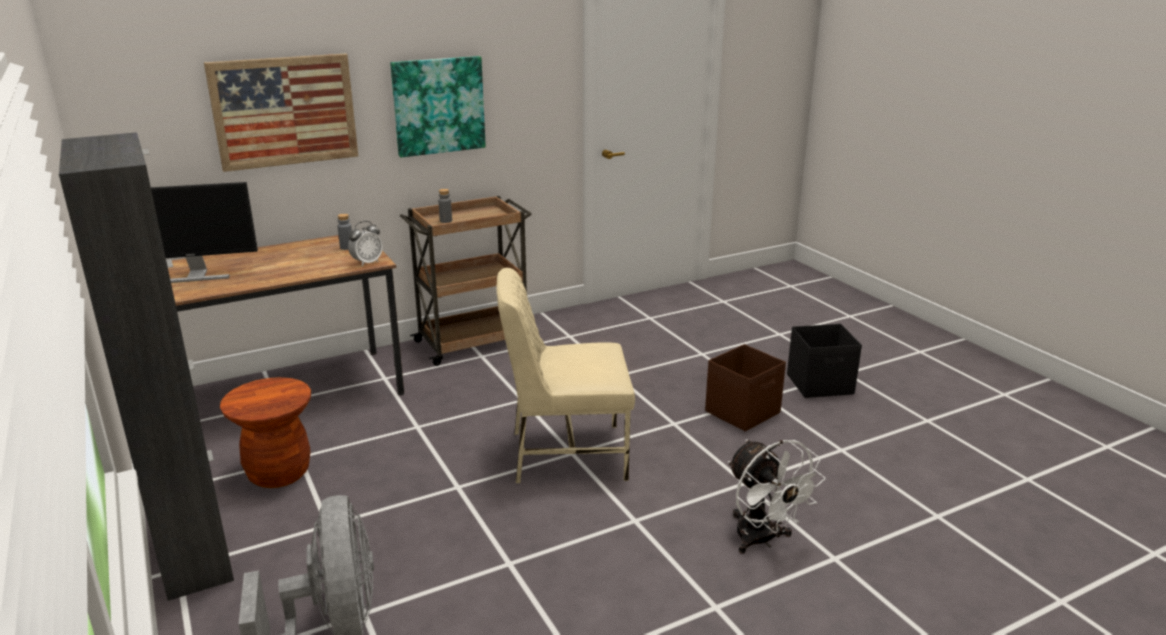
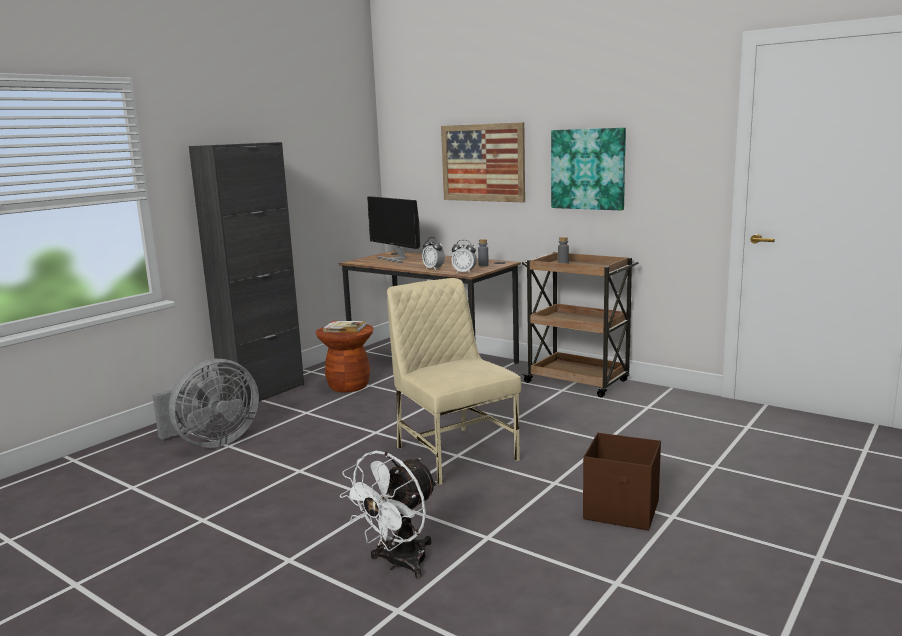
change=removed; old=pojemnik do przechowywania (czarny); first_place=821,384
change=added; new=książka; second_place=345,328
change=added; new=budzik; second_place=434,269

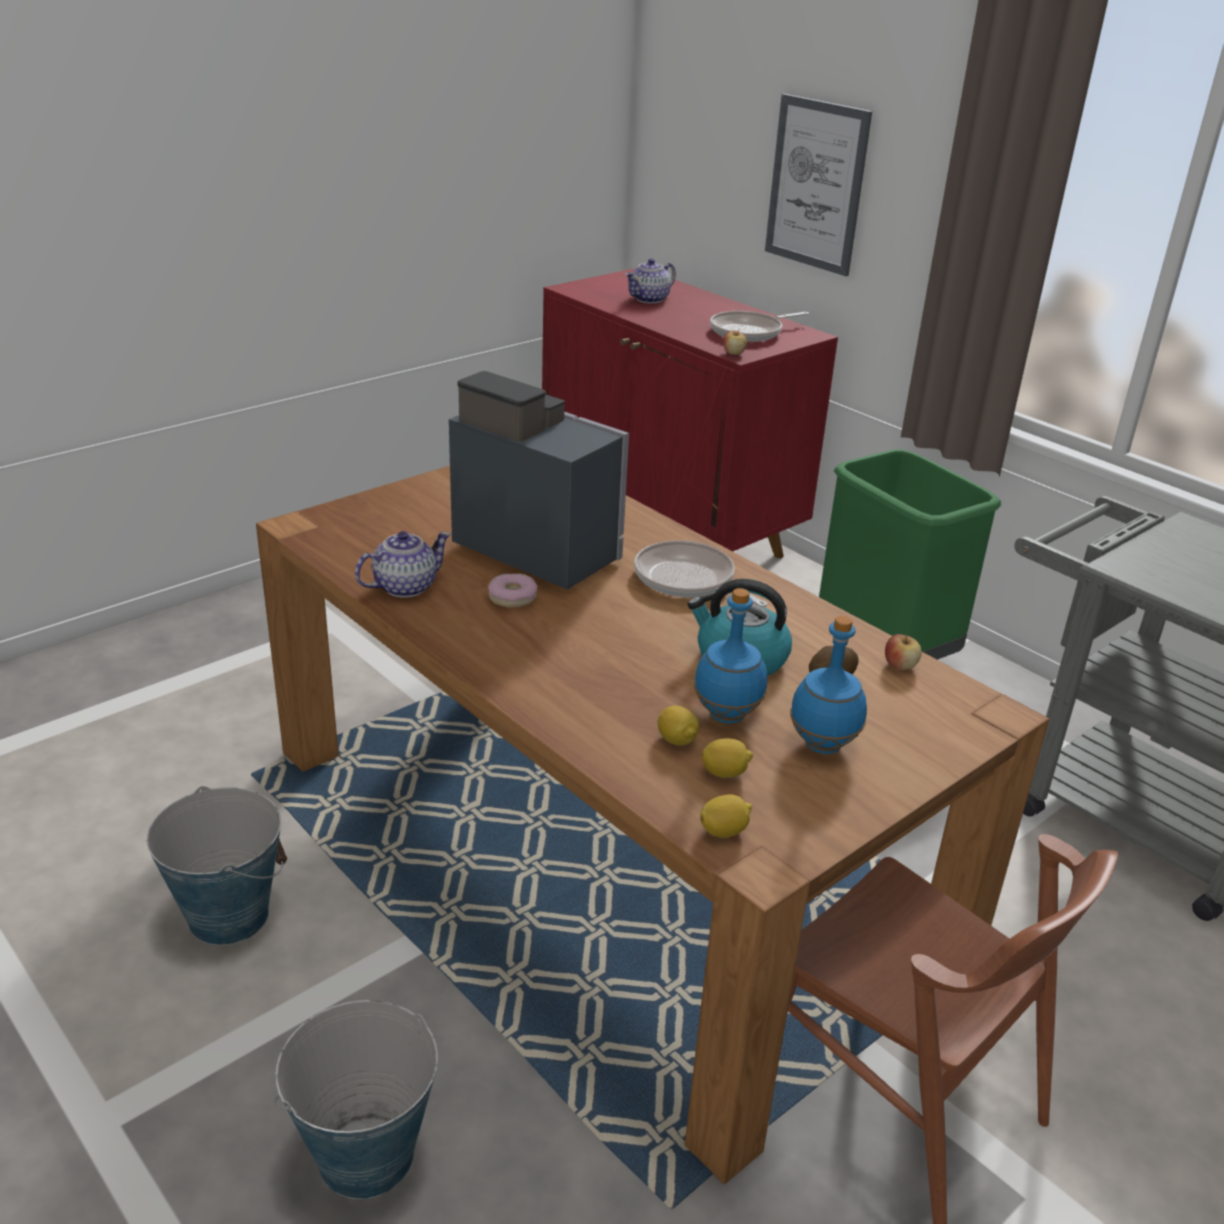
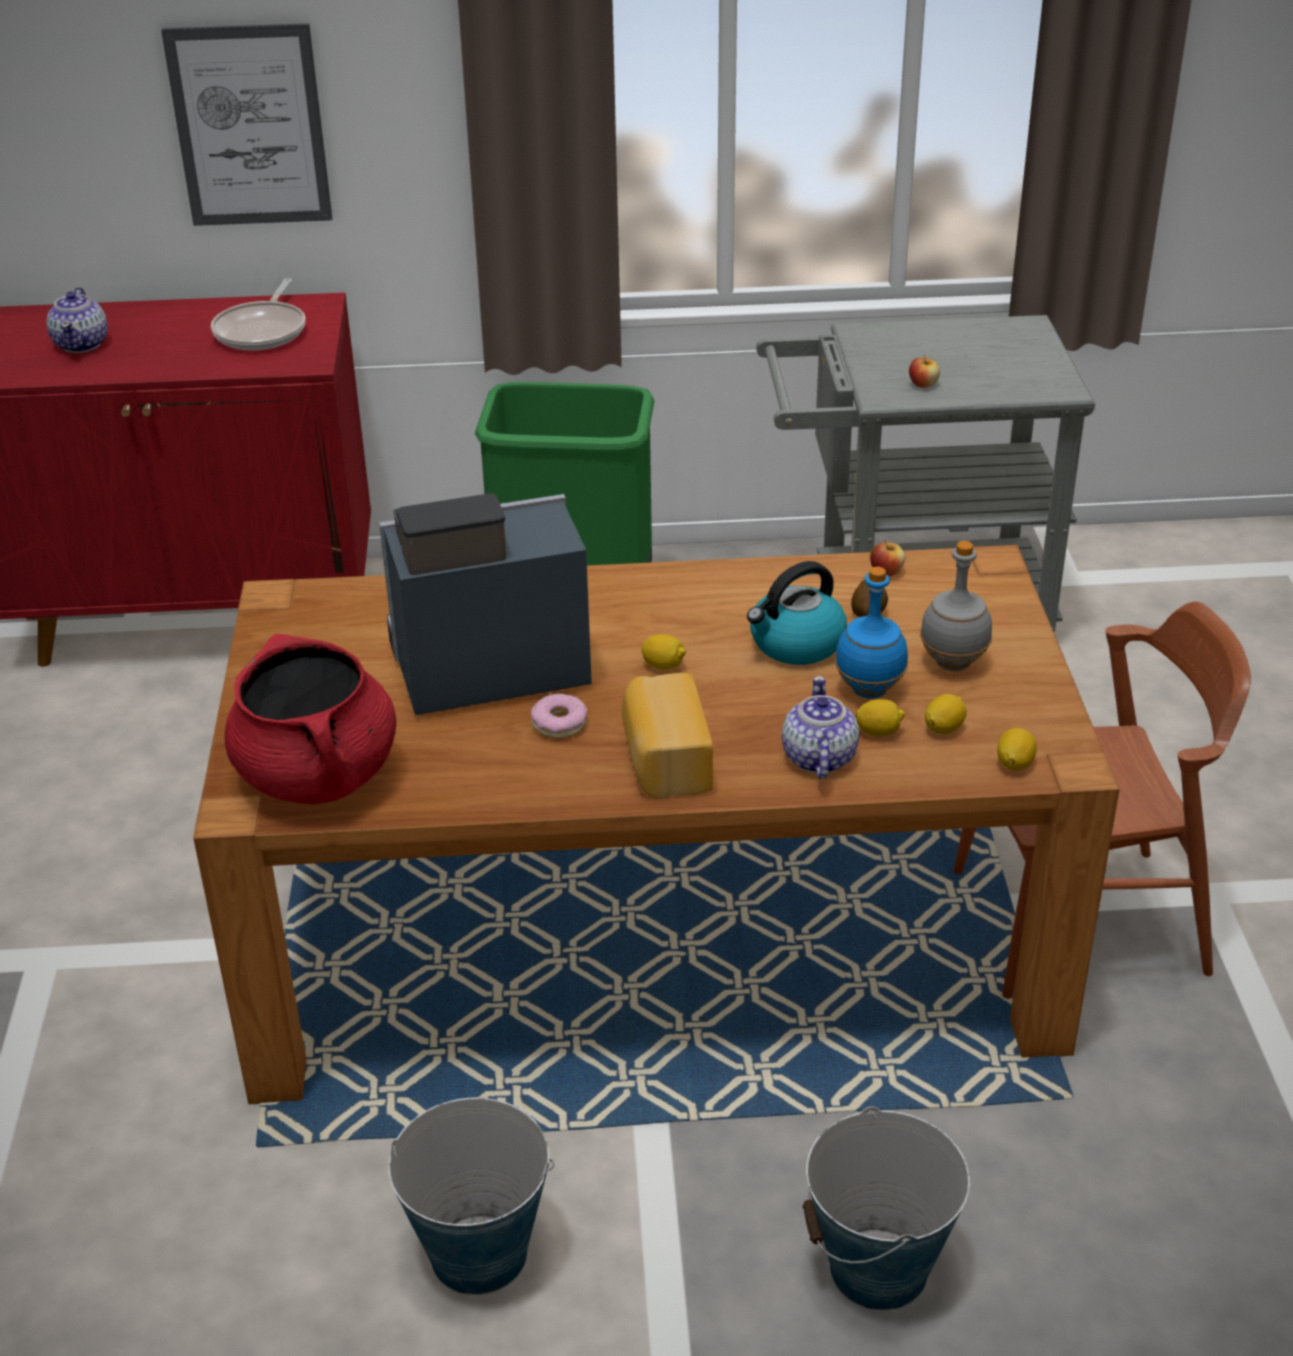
change=removed; old=patelnia; first_place=688,581
change=added; new=garnek (czerwony); second_place=318,775
change=added; new=chleb; second_place=665,760
change=added; new=cytryna; second_place=663,666
change=moved; old=imbryk; first_place=404,587; second_place=818,758
change=moved; old=jabłko; first_place=733,353; second_place=923,384
change=recoloured; old=butelka (niebieski); new=butelka (szary); first_place=824,745; second_place=954,663

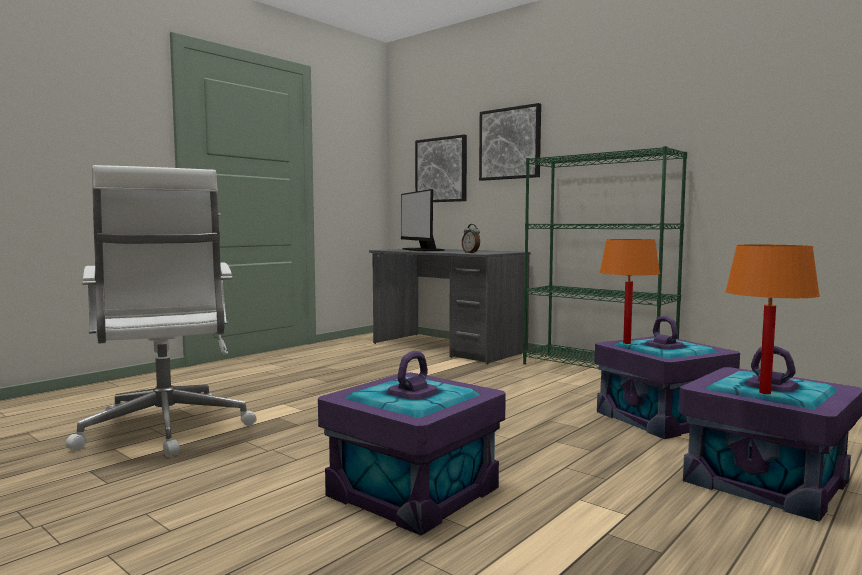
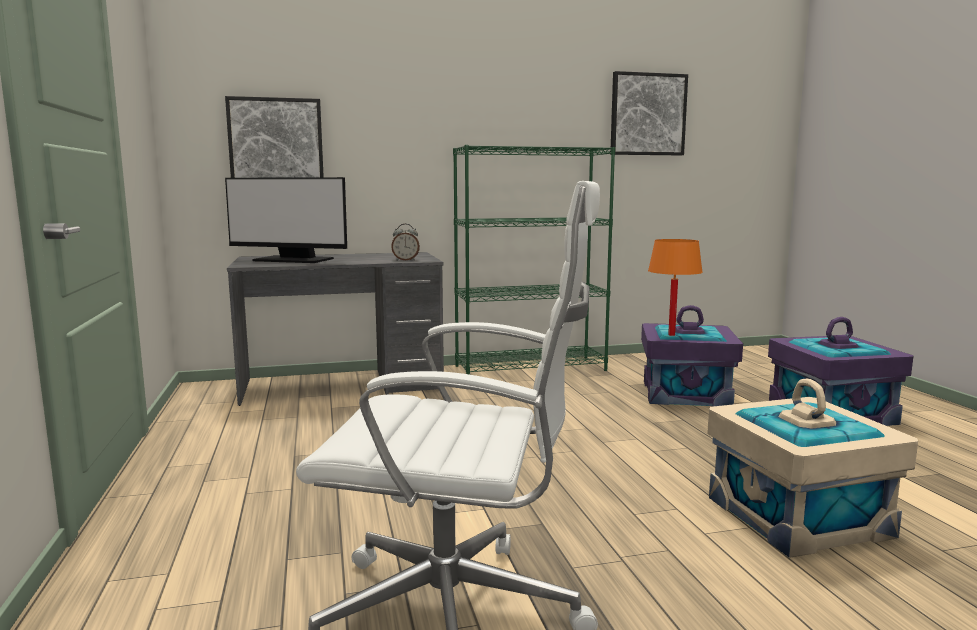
change=removed; old=lampa stołowa (pomarańczowy); first_place=764,393
change=moved; old=obraz; first_place=510,143; second_place=647,114
change=recoloured; old=pojemnik do przechowywania (fioletowy); new=pojemnik do przechowywania (beżowy); first_place=414,492; second_place=799,516

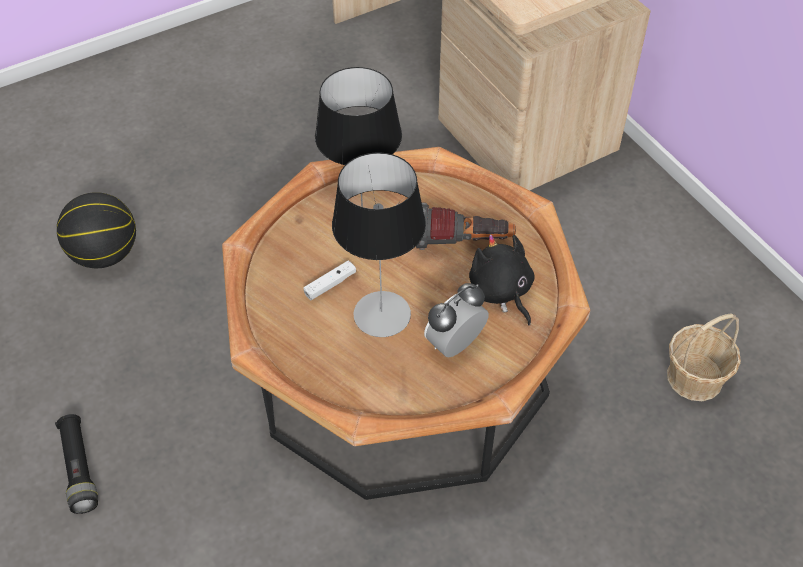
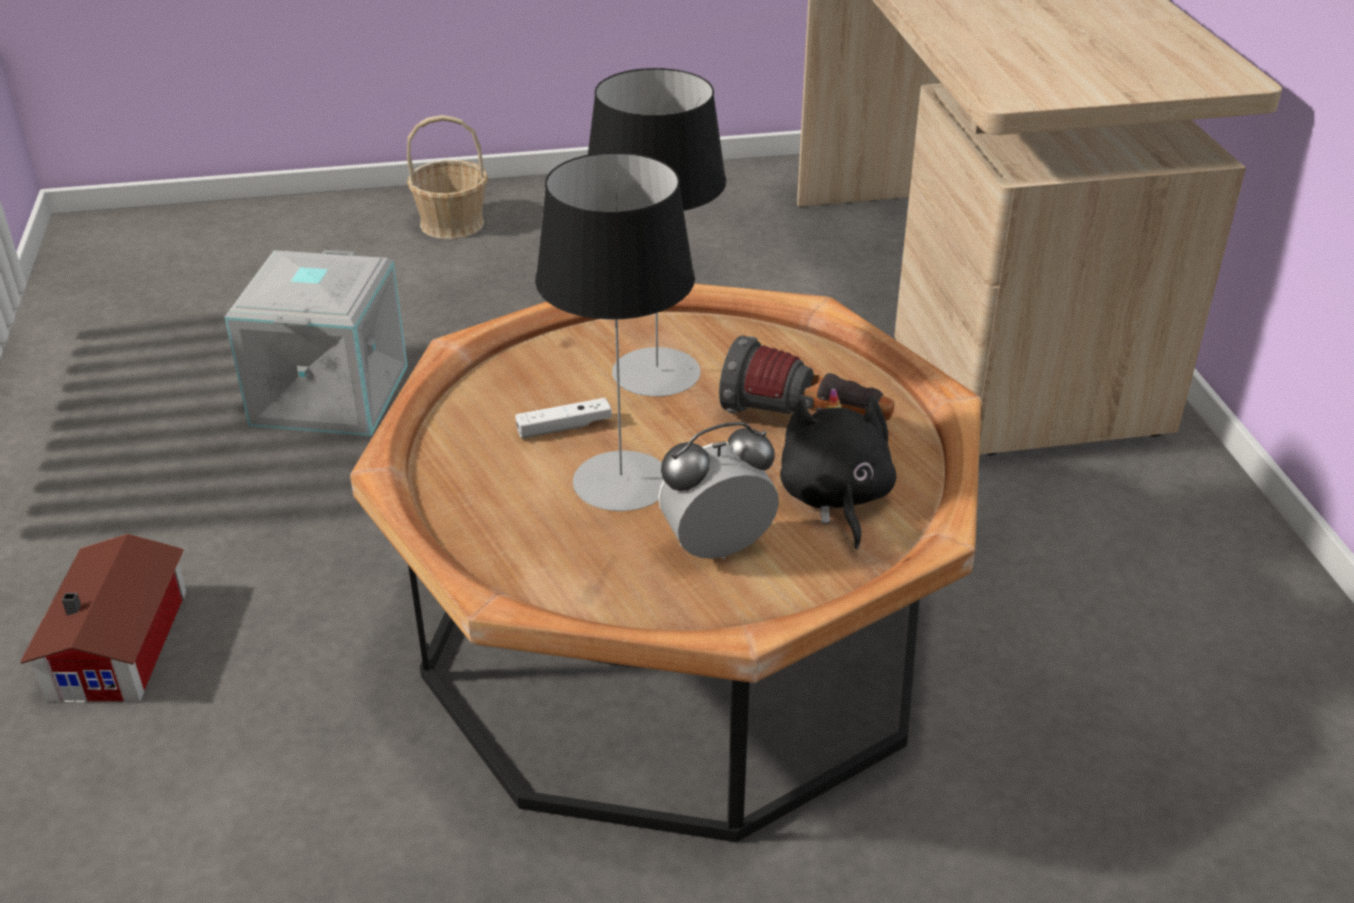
change=moved; old=koszyk; first_place=695,377; second_place=452,224
change=replaced; old=latarka (czarny); new=domek; first_place=79,469; second_place=124,641
change=replaced; old=piłka do koszykówki; new=pojemnik do przechowywania (szary); first_place=105,254; second_place=327,394

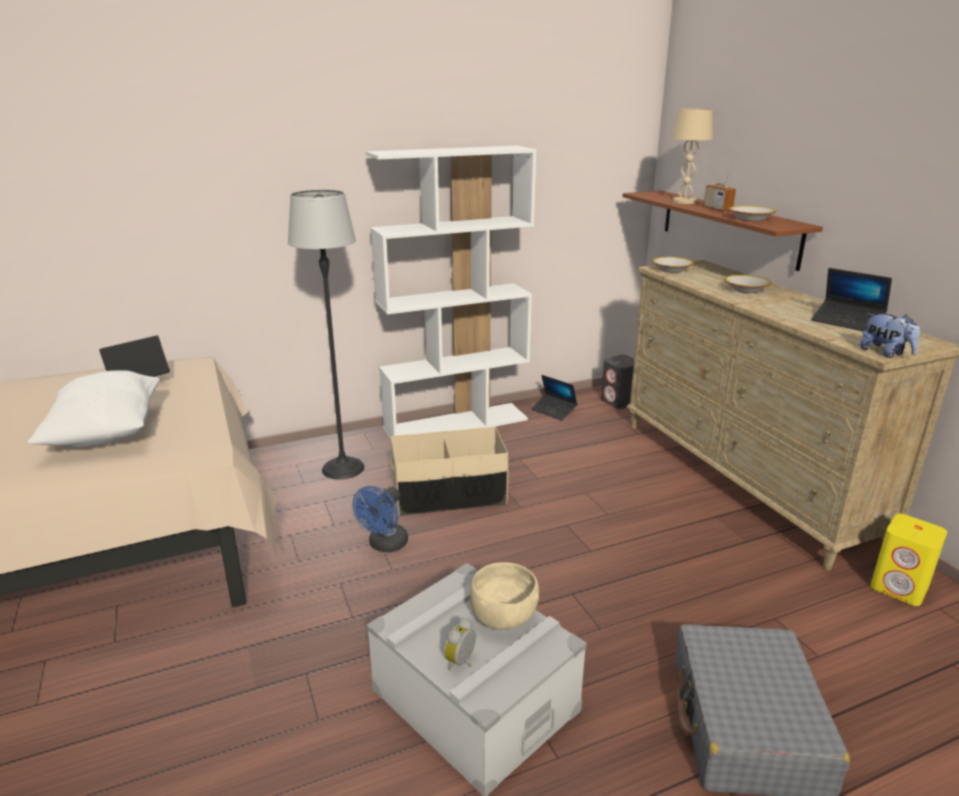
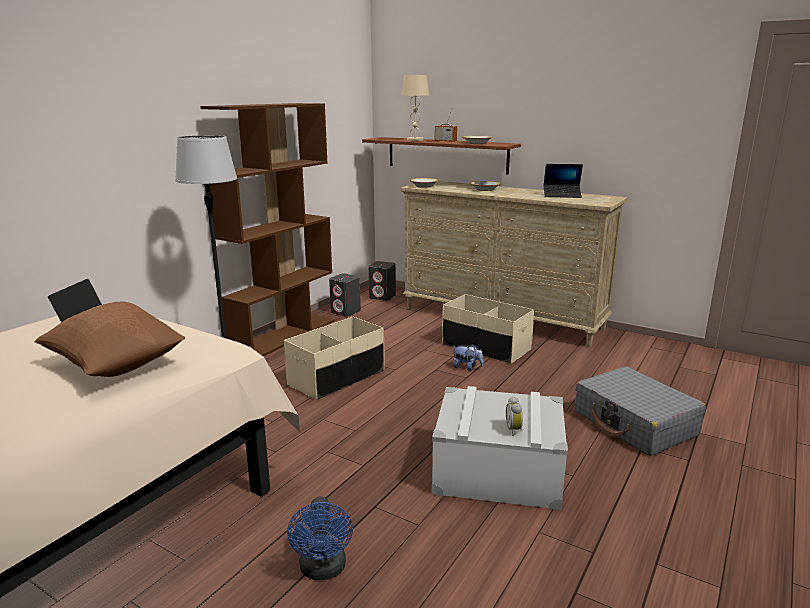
change=removed; old=miska (beżowy); first_place=503,617
change=removed; old=głośnik (żółty); first_place=899,587
change=added; new=pojemnik do przechowywania (beżowy); second_place=485,347
change=moved; old=wentylator (niebieski); first_place=385,545; second_place=323,570
change=moved; old=pluszak; first_place=885,353; second_place=467,367
change=replaced; old=laptop; new=głośnik (szary); first_place=554,411; second_place=346,312
change=recoloured; old=poduszka (biały); new=poduszka (brązowy); first_place=106,434; second_place=116,365
change=recoloured; old=regał (biały); new=regał (brązowy); first_place=456,423; second_place=284,336

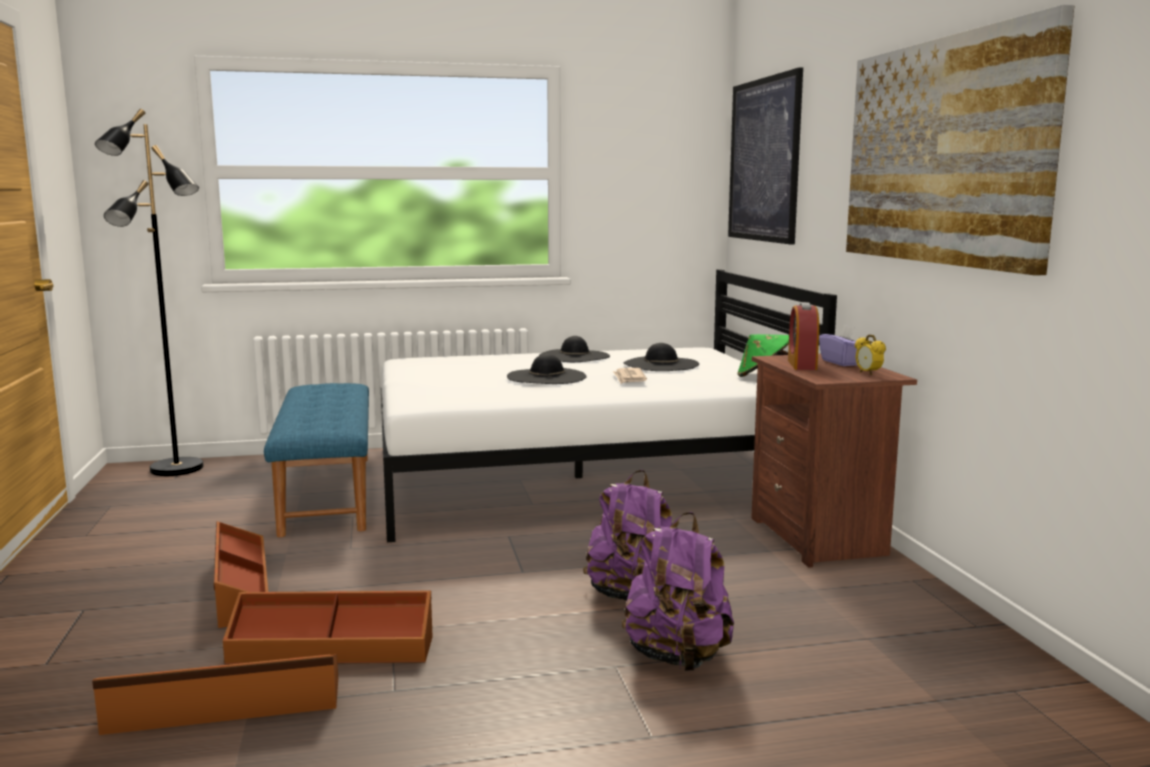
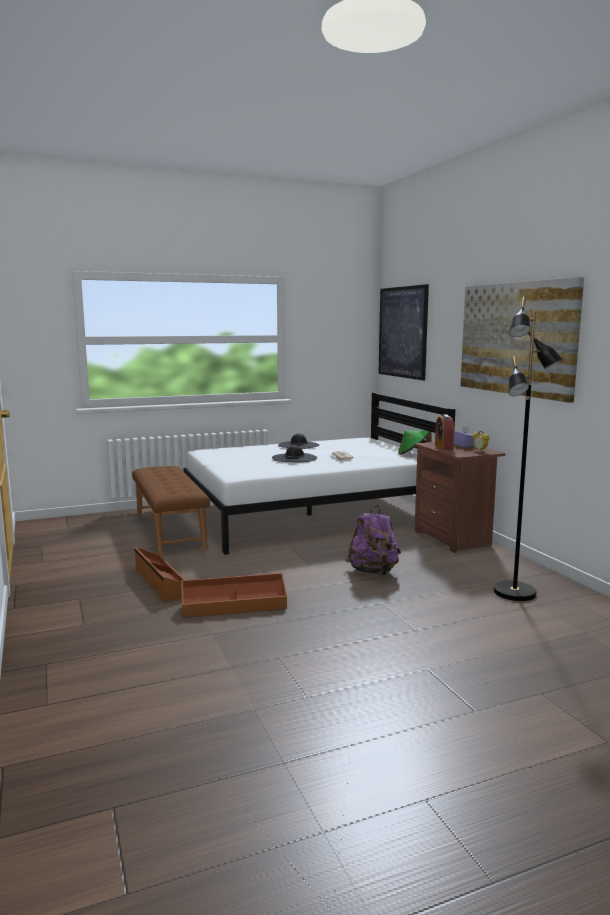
change=removed; old=pojemnik do przechowywania (brązowy); first_place=224,707
change=removed; old=plecak (fioletowy); first_place=677,657
change=removed; old=kapelusz (czarny); first_place=661,364
change=moved; old=lampa stojąca (czarny); first_place=176,469; second_place=515,593
change=recoloured; old=ławka (niebieski); new=ławka (brązowy); first_place=329,493; second_place=170,531

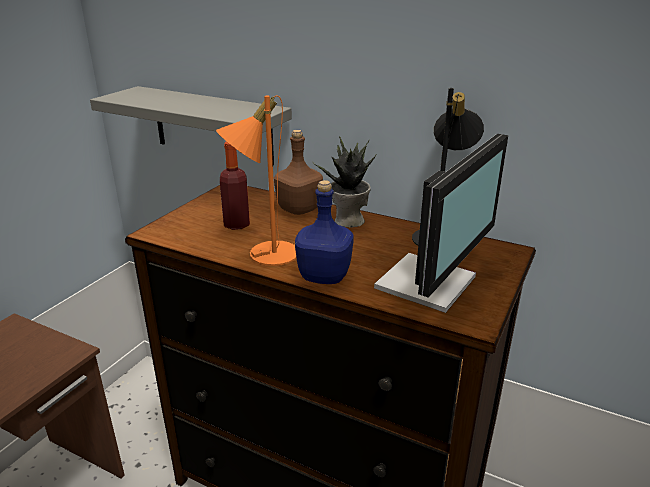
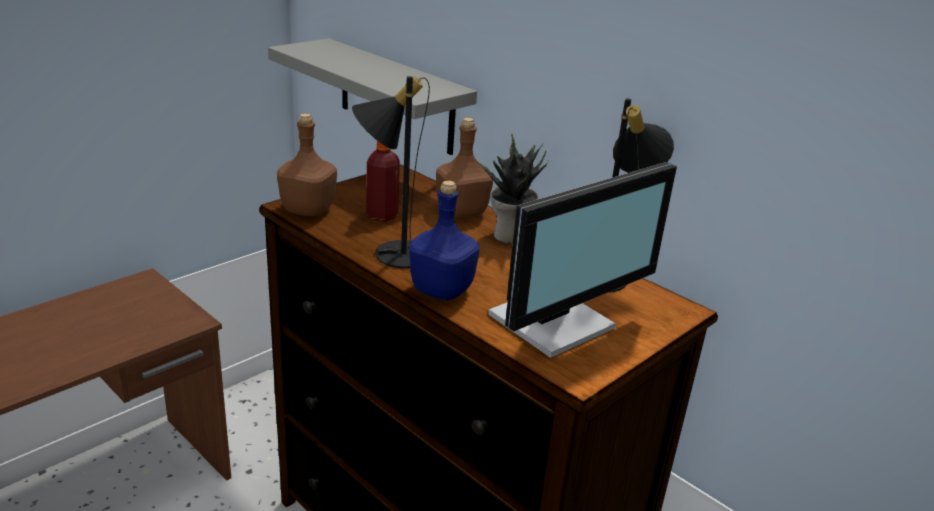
change=added; new=butelka (brązowy); second_place=308,209
change=recoloured; old=lampa stołowa (pomarańczowy); new=lampa stołowa (czarny); first_place=264,253; second_place=392,252

